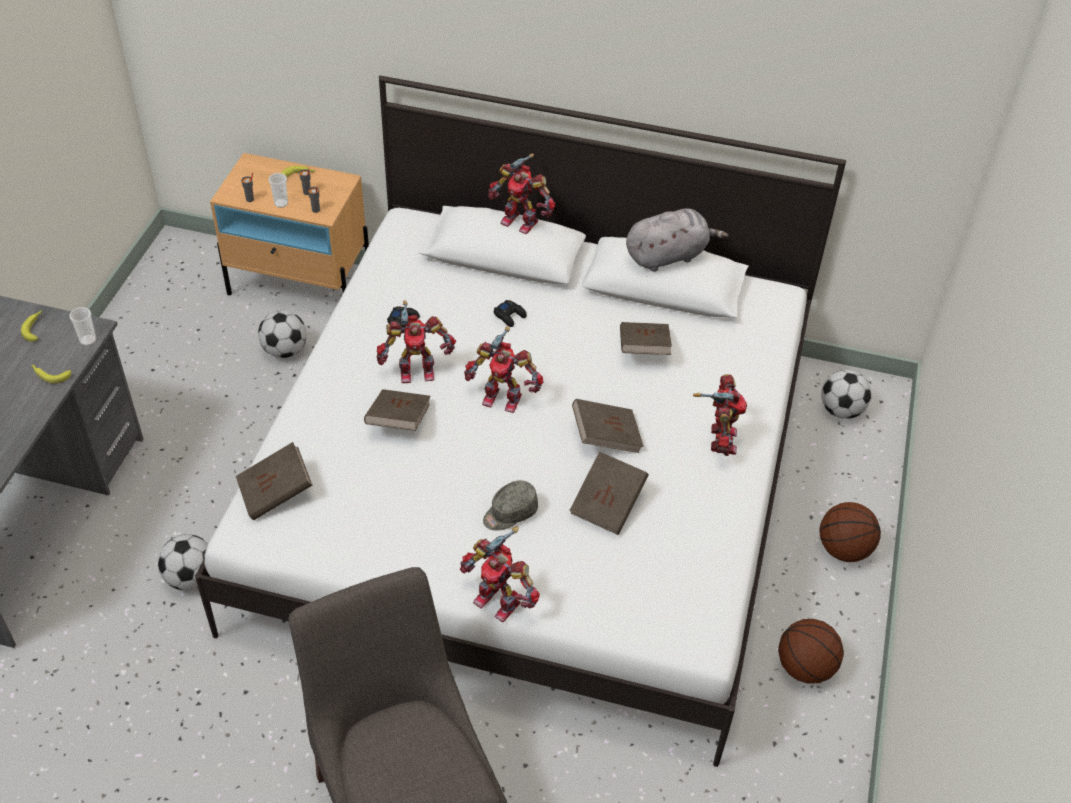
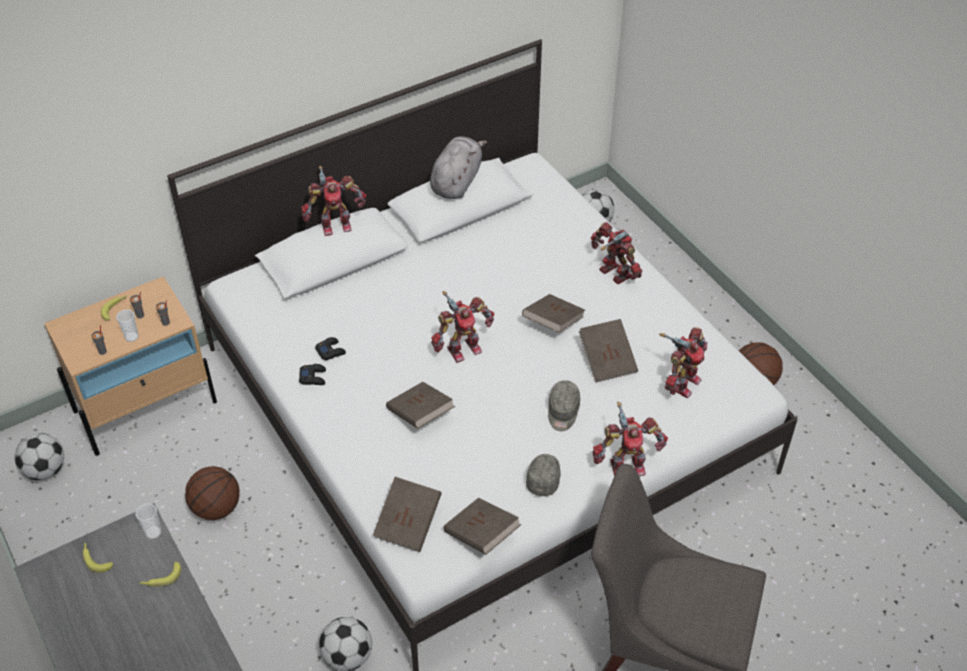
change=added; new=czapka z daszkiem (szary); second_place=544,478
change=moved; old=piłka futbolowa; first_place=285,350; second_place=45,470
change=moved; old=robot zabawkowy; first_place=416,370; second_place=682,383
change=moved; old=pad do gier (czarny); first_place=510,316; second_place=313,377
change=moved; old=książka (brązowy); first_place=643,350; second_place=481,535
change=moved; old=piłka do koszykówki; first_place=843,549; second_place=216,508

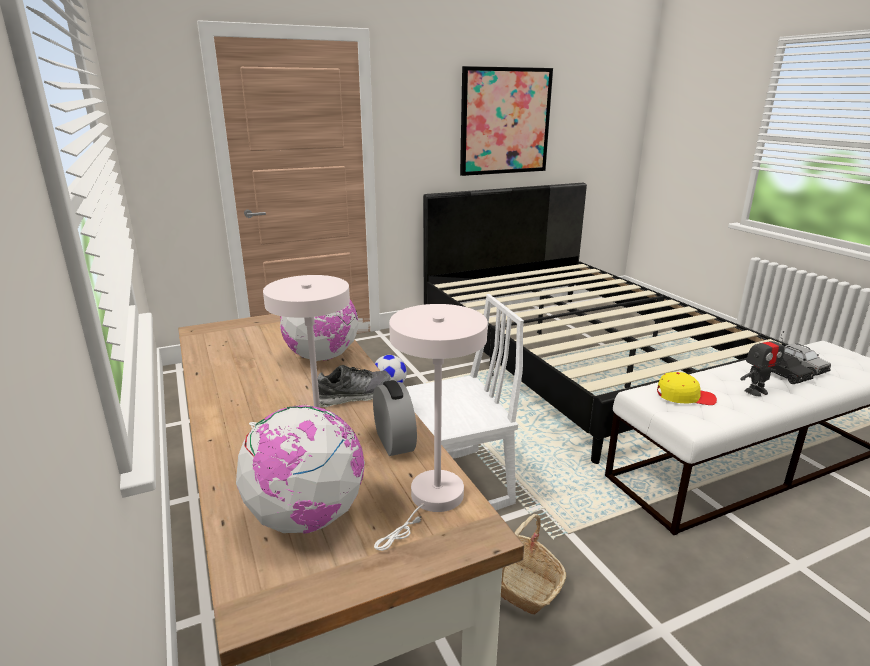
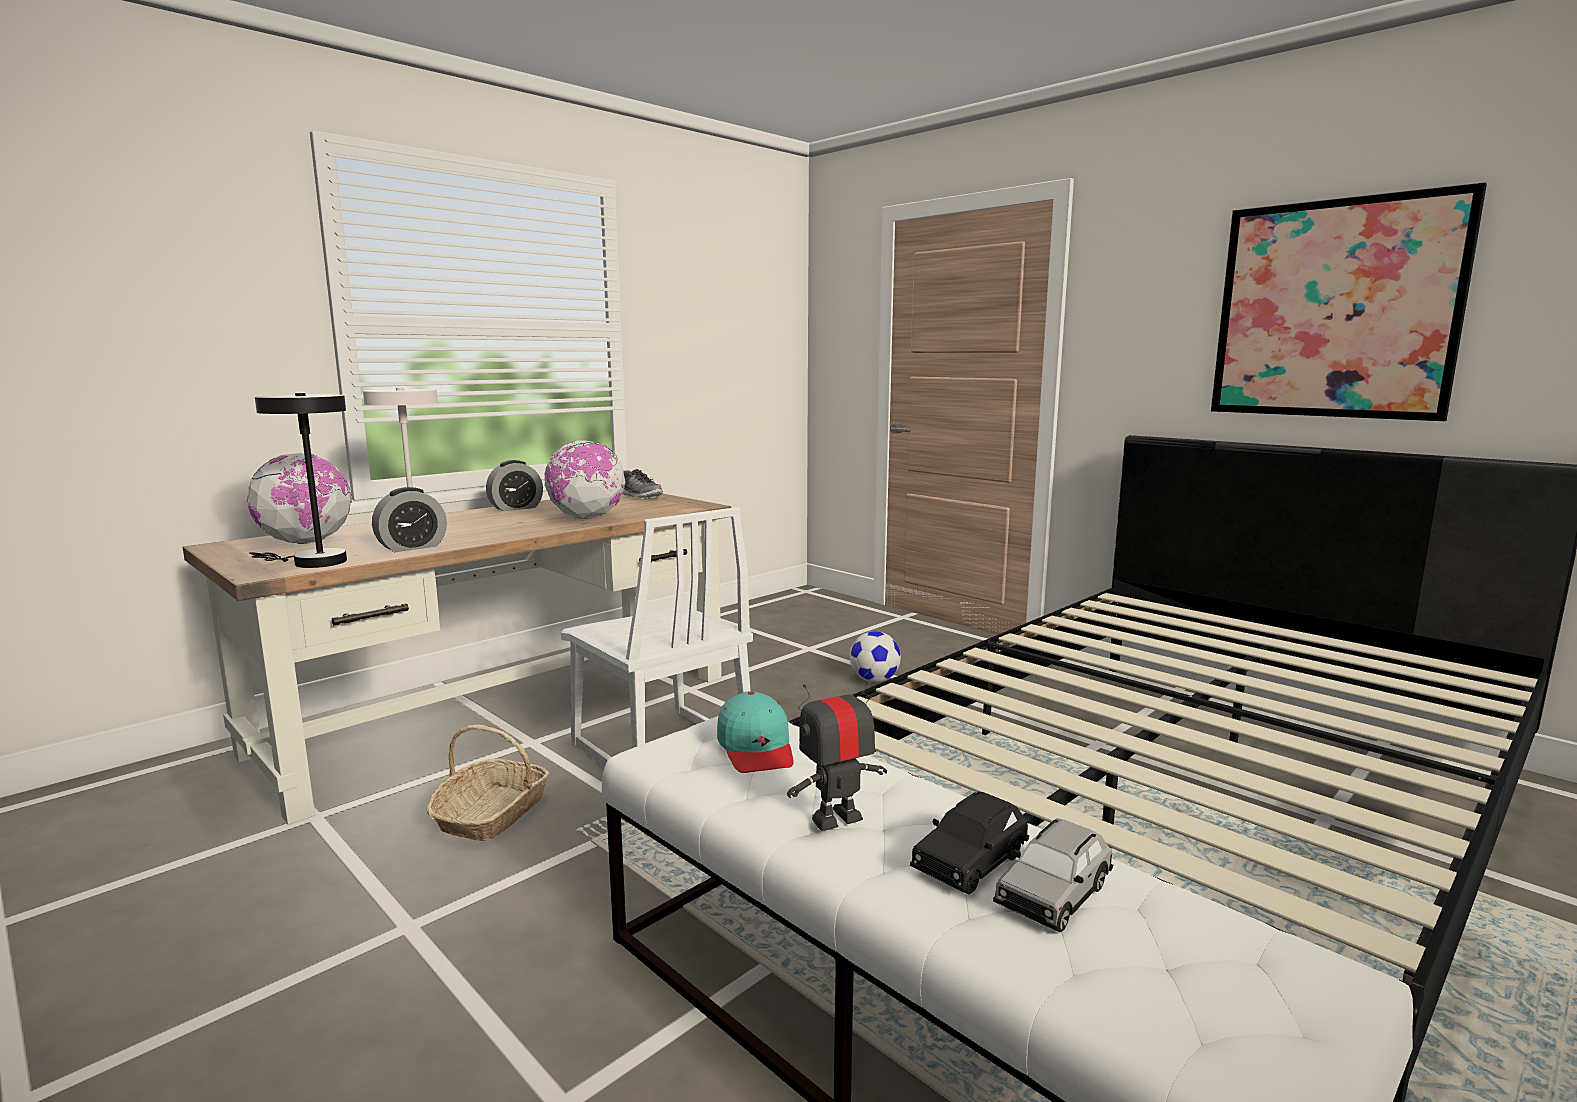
change=added; new=budzik; second_place=516,508
change=moved; old=but; first_place=354,396; second_place=639,496
change=recoloured; old=lampa stołowa (biały); new=lampa stołowa (czarny); first_place=432,500; second_place=312,562
change=recoloured; old=czapka z daszkiem (żółty); new=czapka z daszkiem (turkusowy); first_place=684,397; second_place=756,748
change=turned; old=robot zabawkowy; first_place=756,391; second_place=836,819; degrees=105

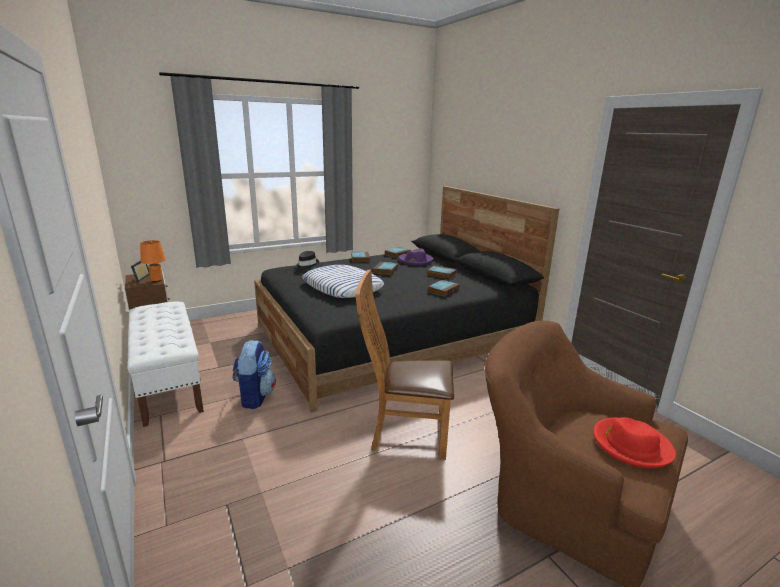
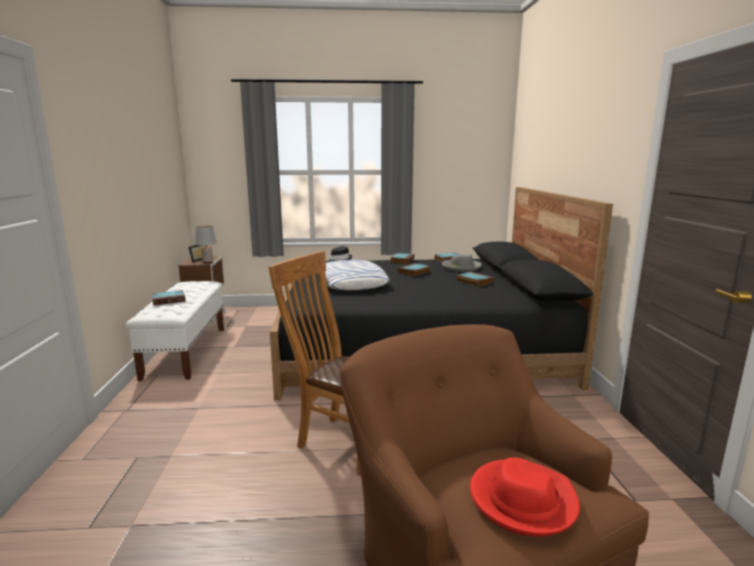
change=removed; old=plecak; first_place=255,397
change=moved; old=książka; first_place=443,290; second_place=169,300
change=recoloured; old=lampa stołowa (pomarańczowy); new=lampa stołowa (szary); first_place=156,280; second_place=207,262
change=recoloured; old=kapelusz (fioletowy); new=kapelusz (szary); first_place=415,261; second_place=461,267

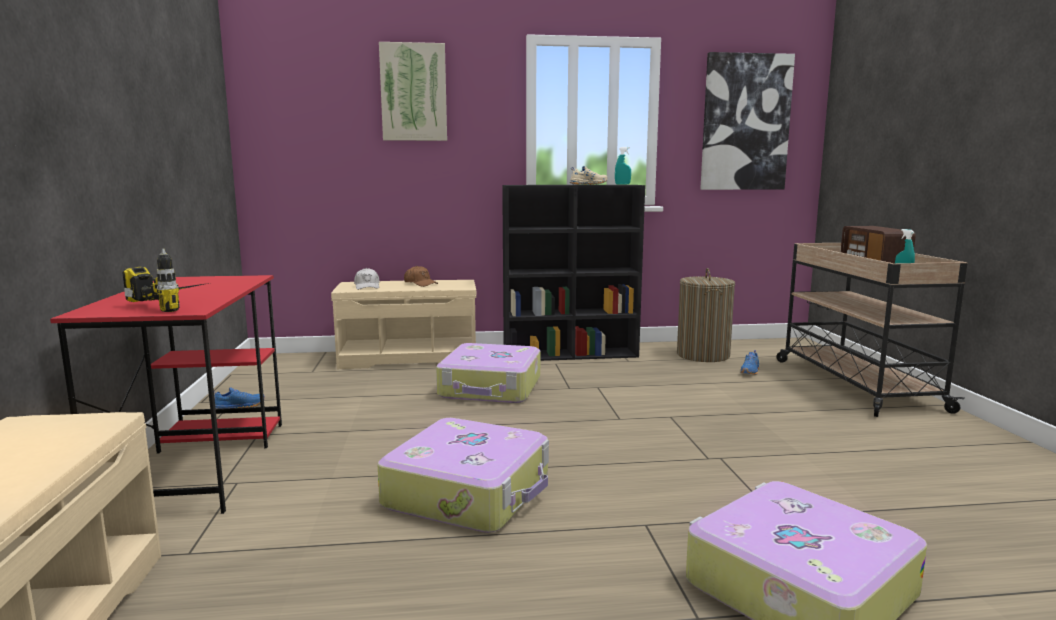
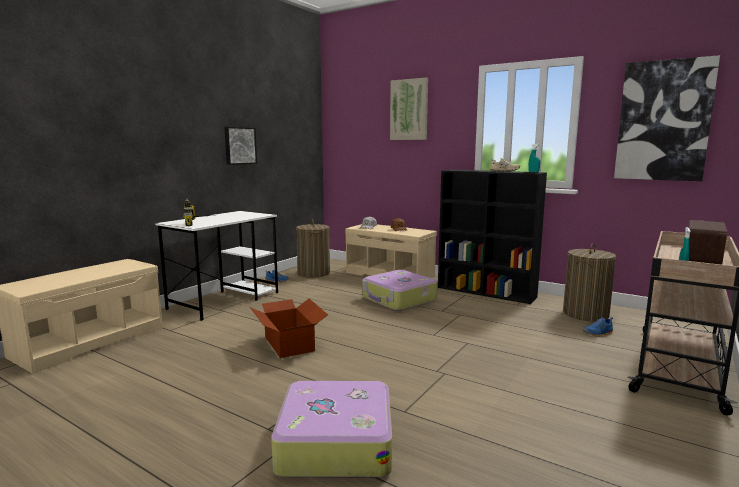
change=added; new=obraz; second_place=239,145
change=added; new=kosz na pranie; second_place=313,273
change=replaced; old=walizka; new=karton; first_place=469,492; second_place=289,343
change=recoloured; old=biurko (czerwony); new=biurko (biały); first_place=200,464; second_place=225,300

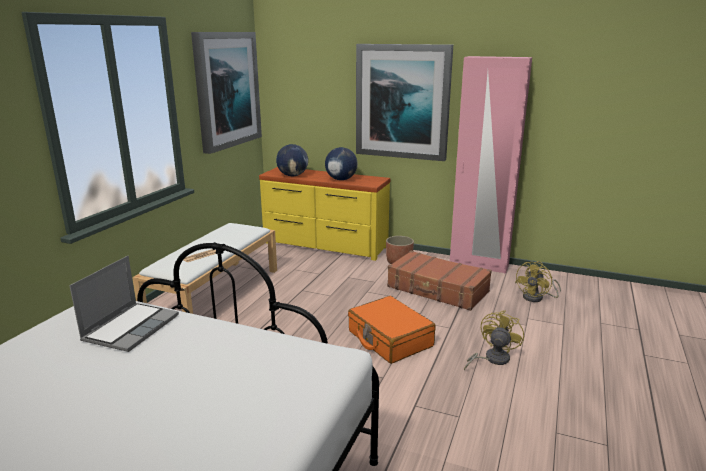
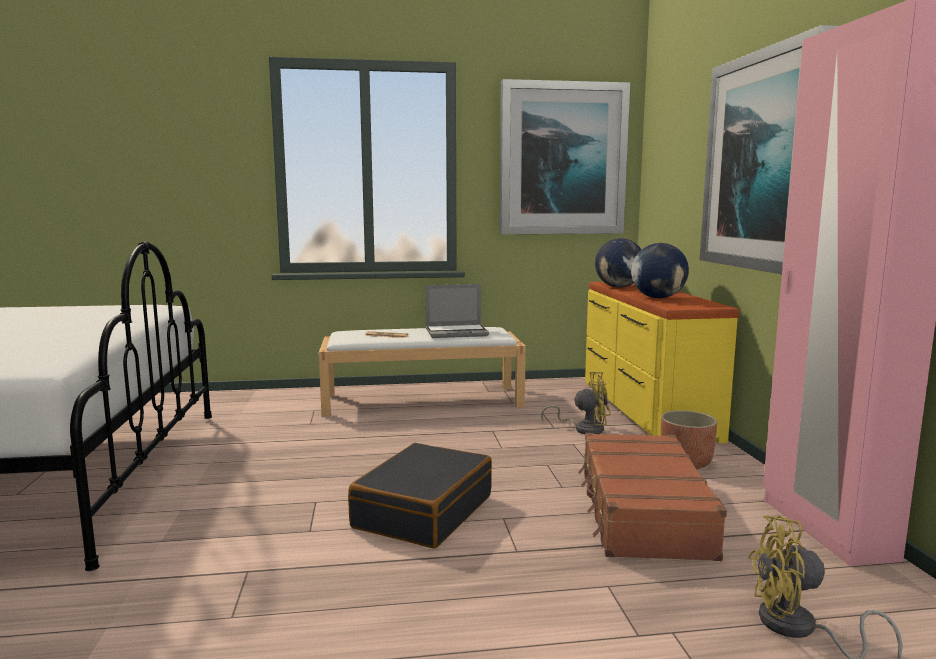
change=moved; old=laptop; first_place=131,327; second_place=457,332
change=moved; old=wentylator (żółty); first_place=492,359; second_place=584,429
change=recoloured; old=walizka (pomarańczowy); new=walizka (czarny); first_place=389,339; second_place=423,511

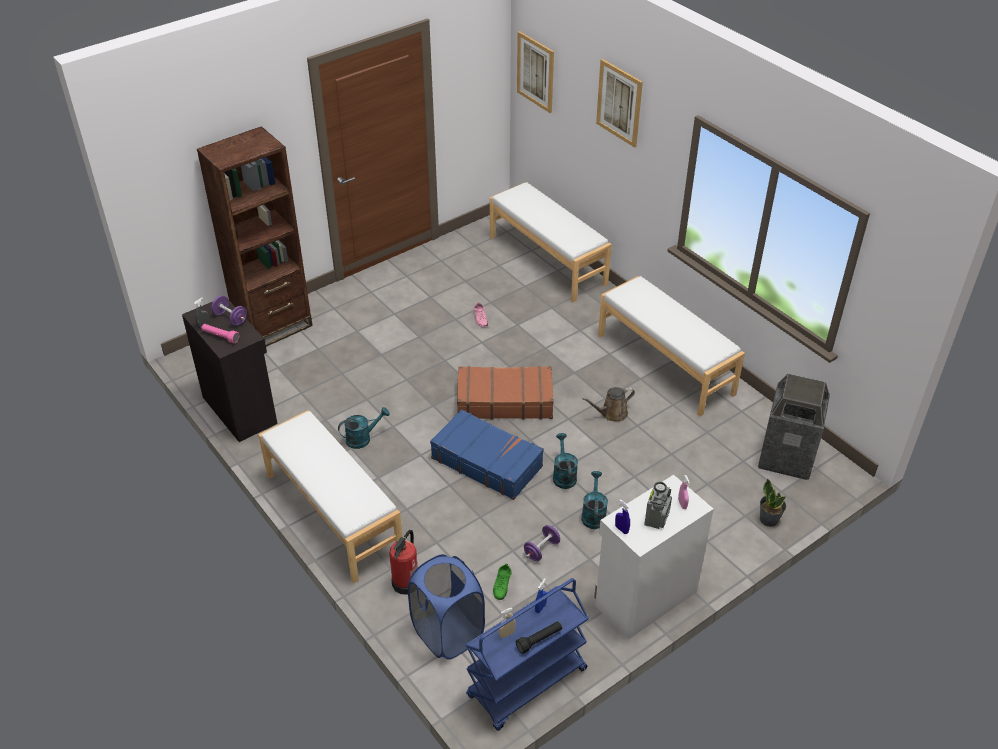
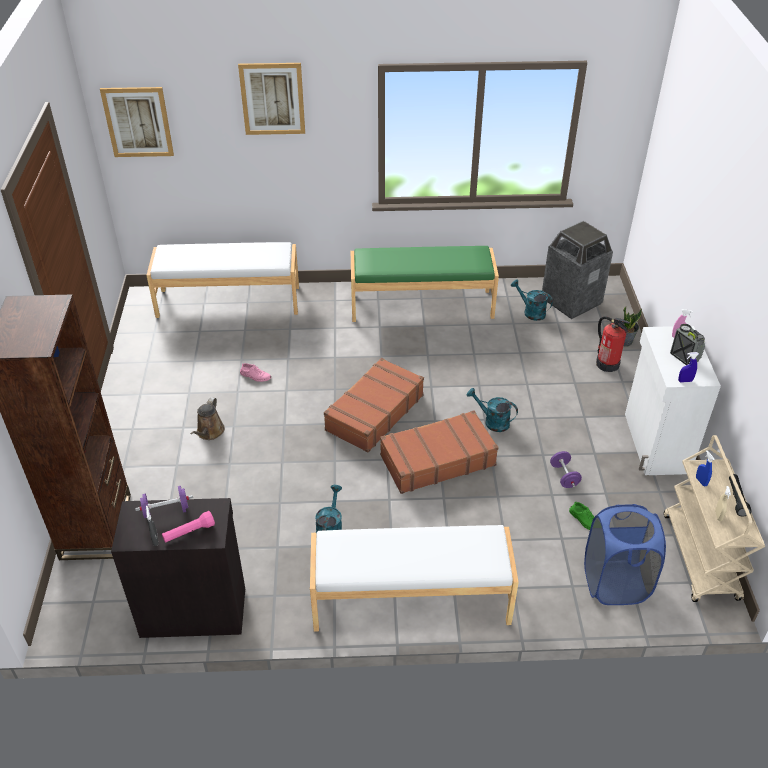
change=moved; old=gaśnica; first_place=406,582; second_place=607,363
change=moved; old=konewka (turkusowy); first_place=593,514; second_place=531,312
change=moved; old=konewka (brązowy); first_place=611,413; second_place=209,432
change=recoloured; old=walizka (niebieski); new=walizka (brązowy); first_place=487,462; second_place=437,460
change=recoloured; old=wózek (niebieski); new=wózek (beżowy); first_place=527,684; second_place=701,557
change=recoloured; old=ławka (biały); new=ławka (zielony); first_place=665,364; second_place=421,305

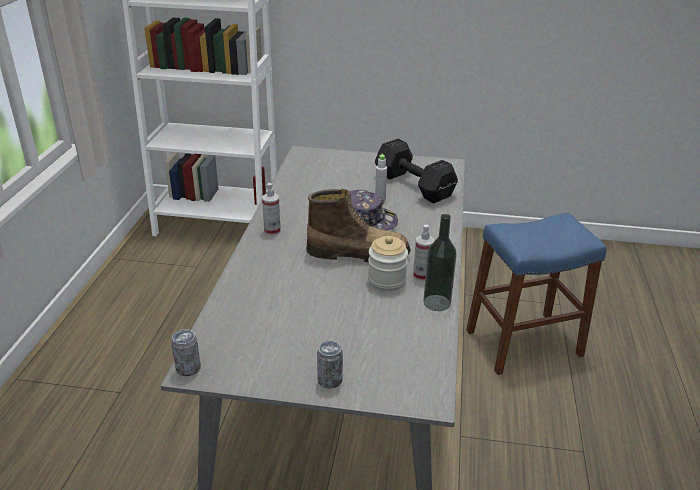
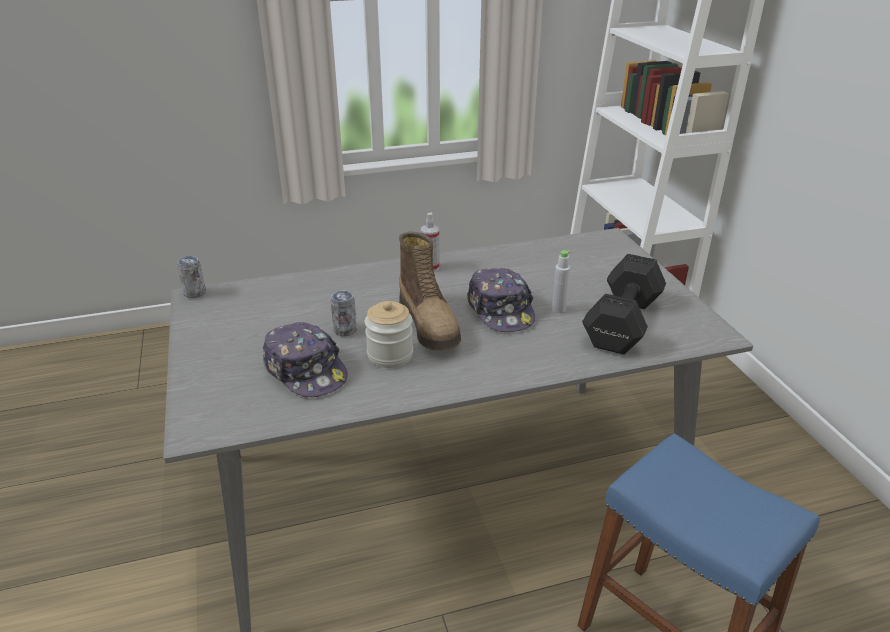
change=removed; old=spryskiwacz; first_place=422,275
change=removed; old=butelka; first_place=437,303
change=added; new=czapka z daszkiem; second_place=306,371
change=moved; old=puszka; first_place=330,380; second_place=345,330

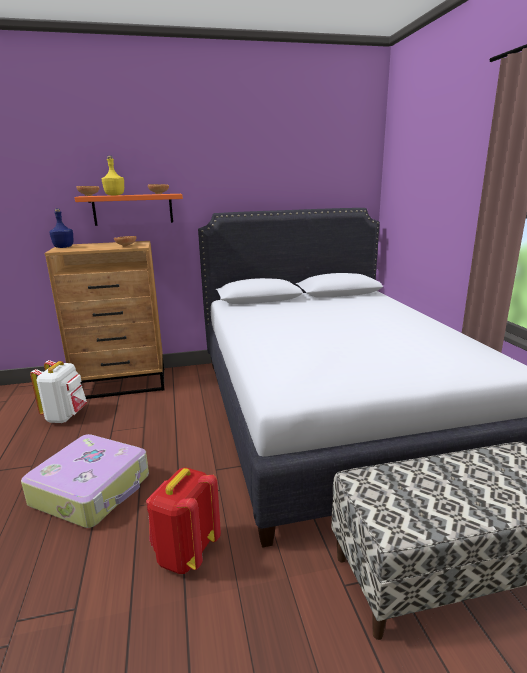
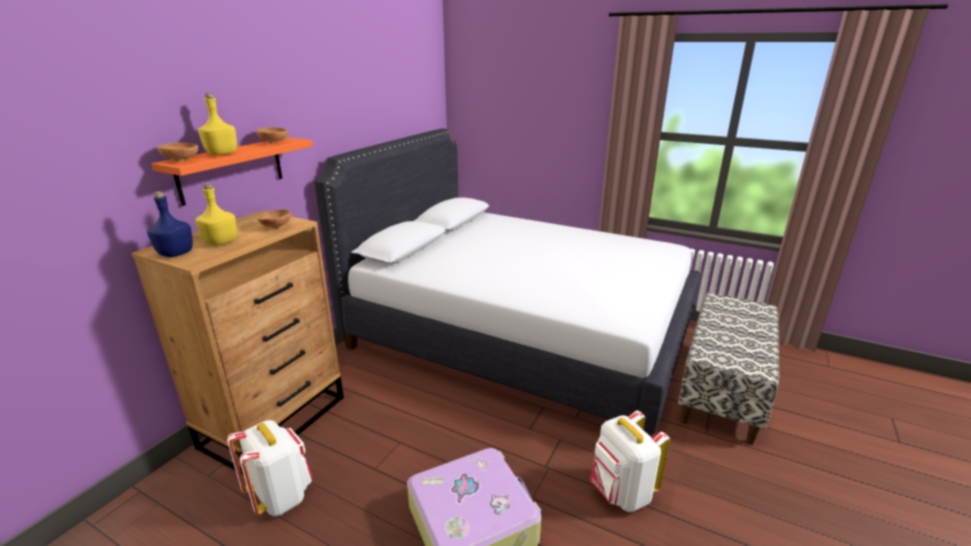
change=added; new=butelka (żółty); second_place=221,242
change=recoloured; old=plecak (czerwony); new=plecak (biały); first_place=185,553; second_place=620,493

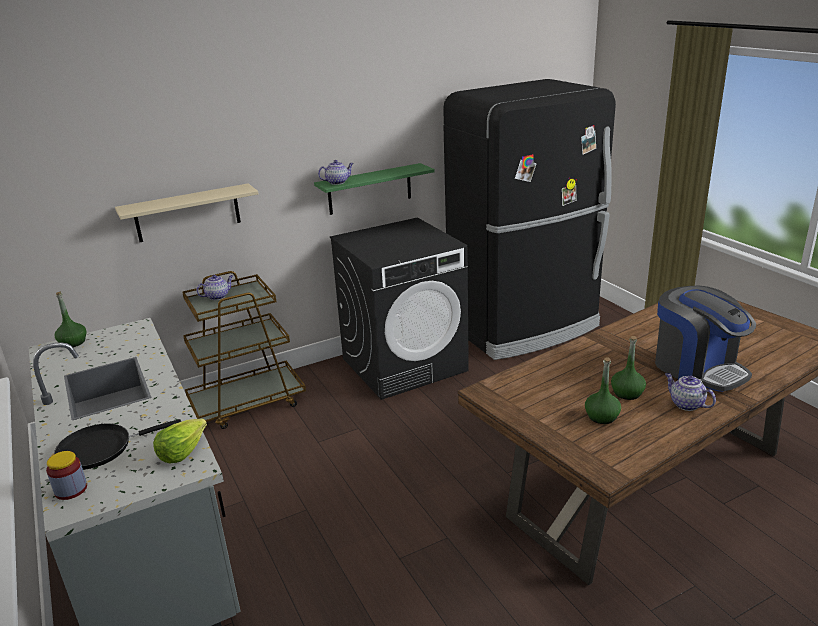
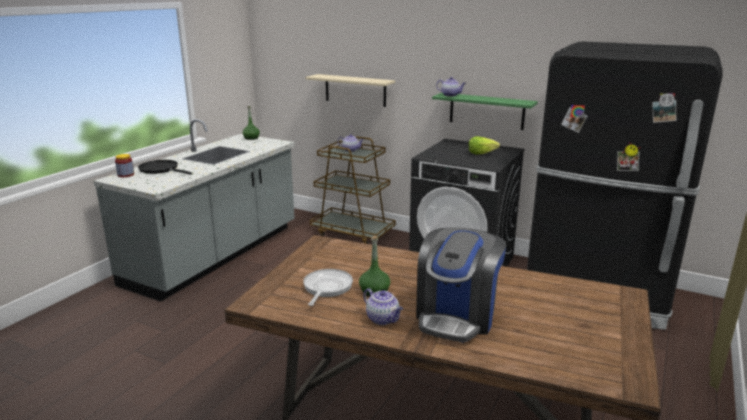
change=moved; old=sałata; first_place=182,451; second_place=481,153
change=replaced; old=butelka (zielony); new=patelnia; first_place=601,417; second_place=326,288
change=turned; old=imbryk; first_place=685,404; second_place=383,319; degrees=120

